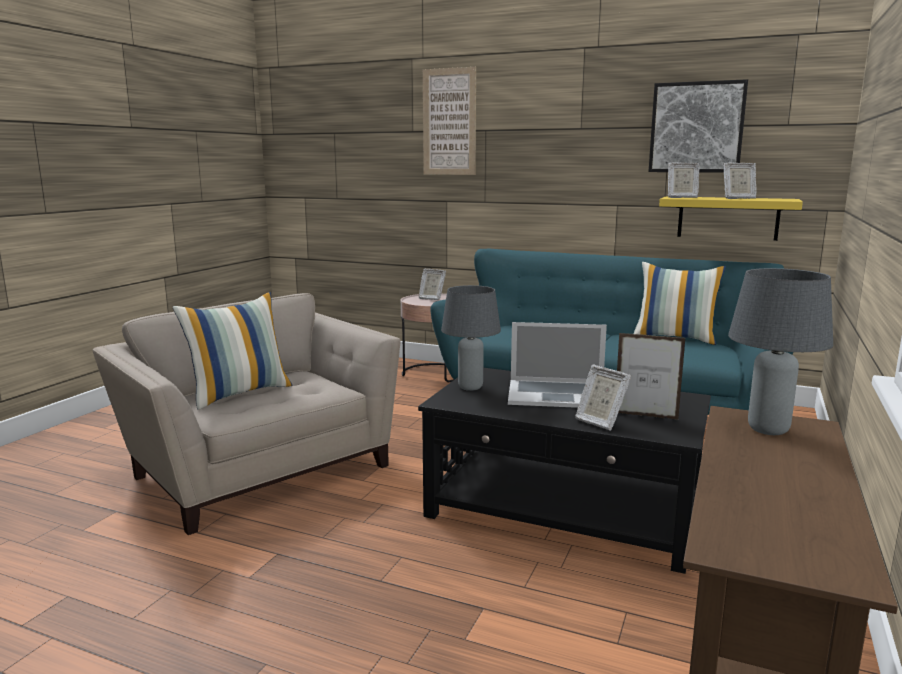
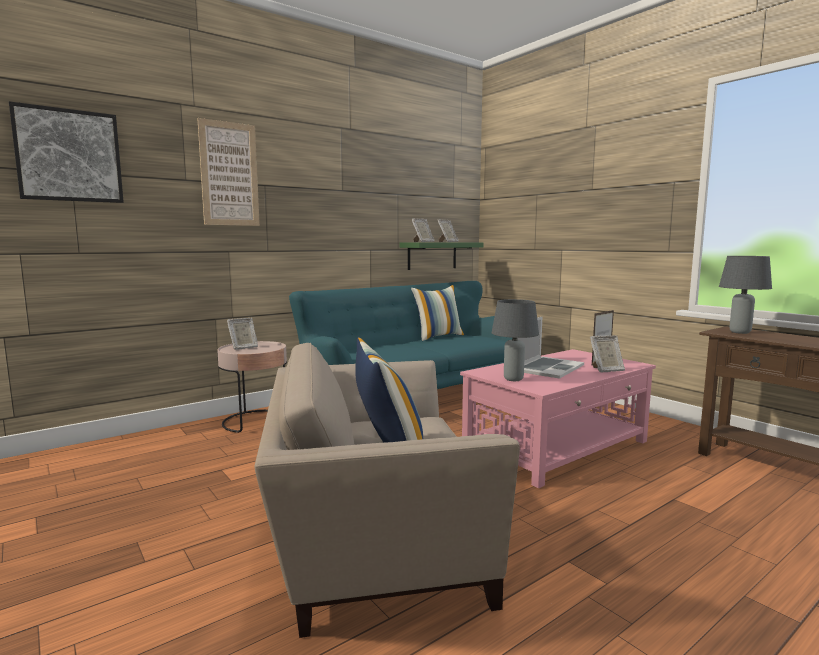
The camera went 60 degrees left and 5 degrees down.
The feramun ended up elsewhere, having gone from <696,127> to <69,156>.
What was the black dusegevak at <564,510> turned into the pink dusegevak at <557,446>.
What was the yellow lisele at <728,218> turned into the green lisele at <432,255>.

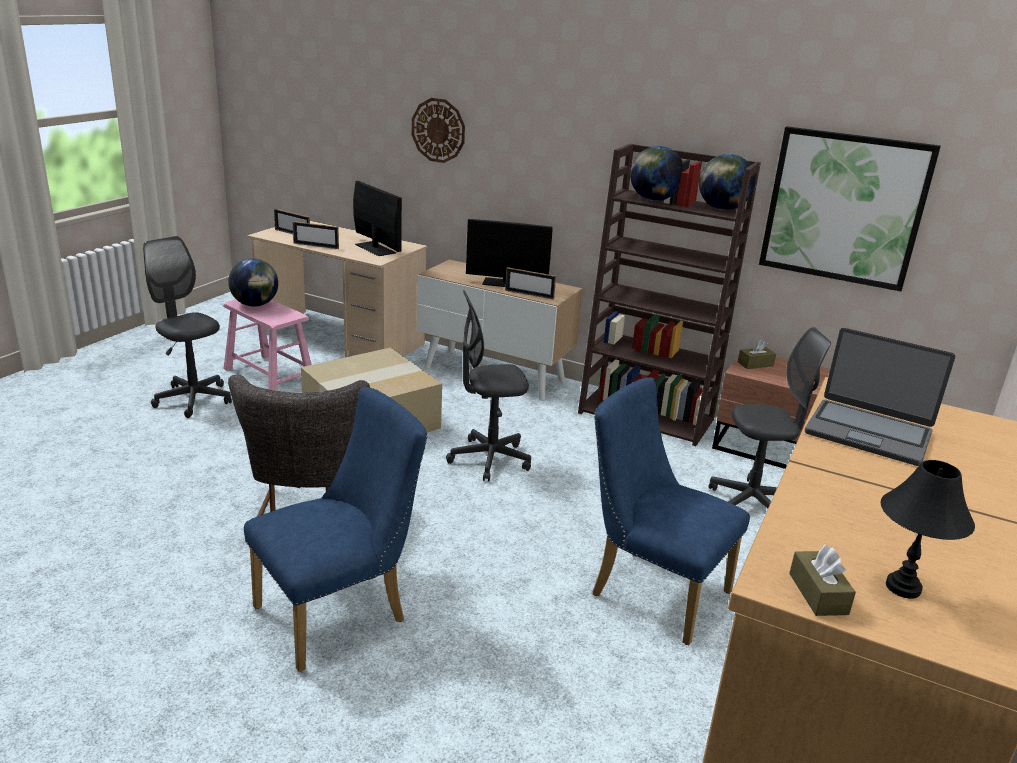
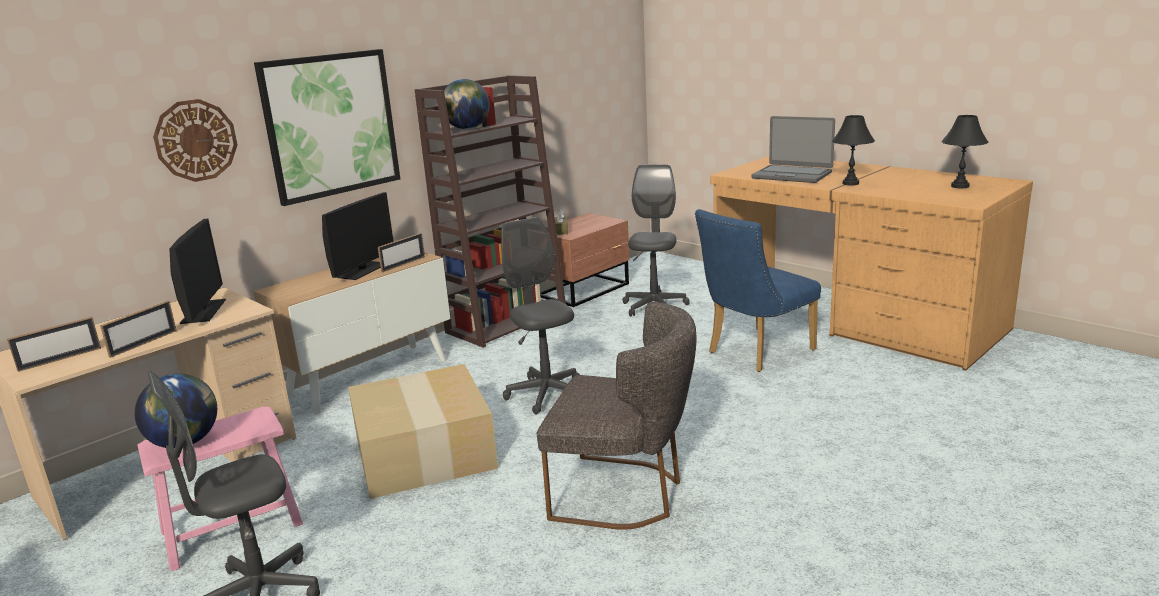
The camera went 70 degrees left and 5 degrees down.
The second view lost the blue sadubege at <341,613>.
The second view lost the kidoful at <722,209>.
The second view lost the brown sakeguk at <818,594>.
The second view gained the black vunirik at <850,183>.
The feramun ended up elsewhere, having gone from <844,208> to <331,125>.
The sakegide at <375,248> ended up facing another way, 105 degrees clockwise from before.
The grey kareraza at <489,459> ended up facing another way, 150 degrees clockwise from before.
The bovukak at <868,433> ended up facing another way, 75 degrees clockwise from before.

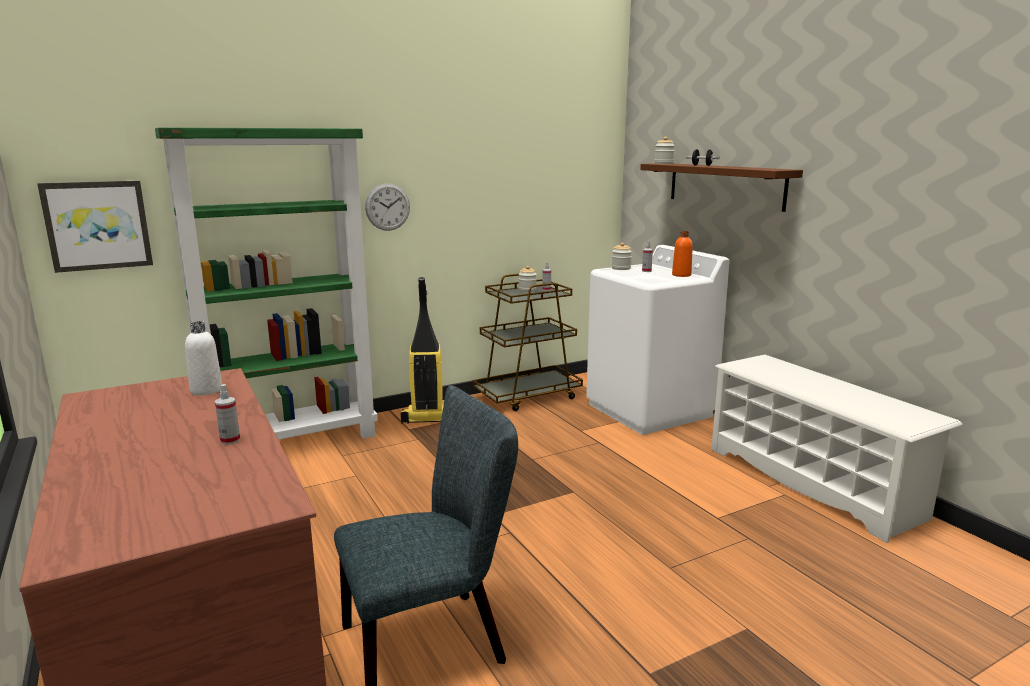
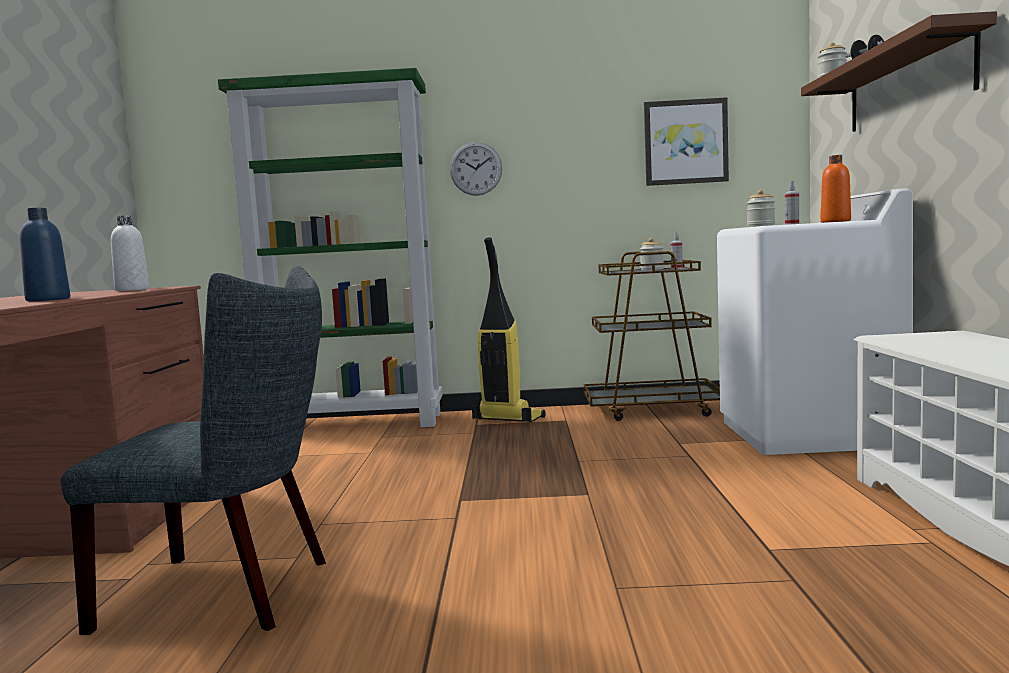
The camera went 30 degrees right and 10 degrees down.
The feramun ended up elsewhere, having gone from <98,225> to <685,142>.
Where the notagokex stood at <230,440>, the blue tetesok came to stand at <48,299>.

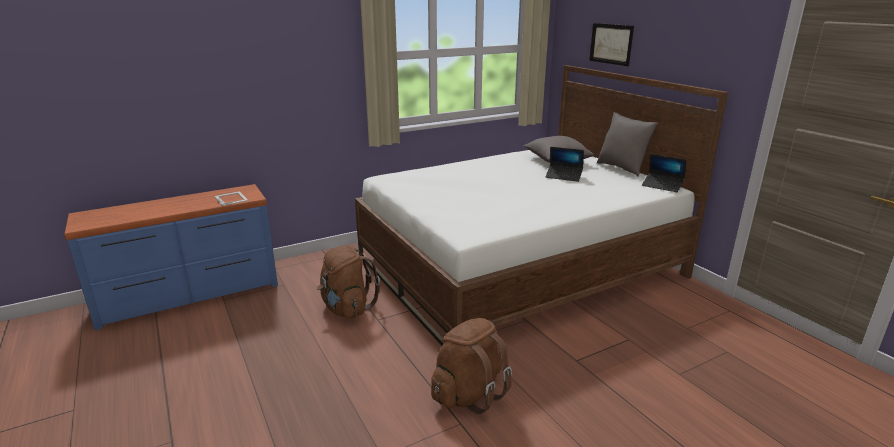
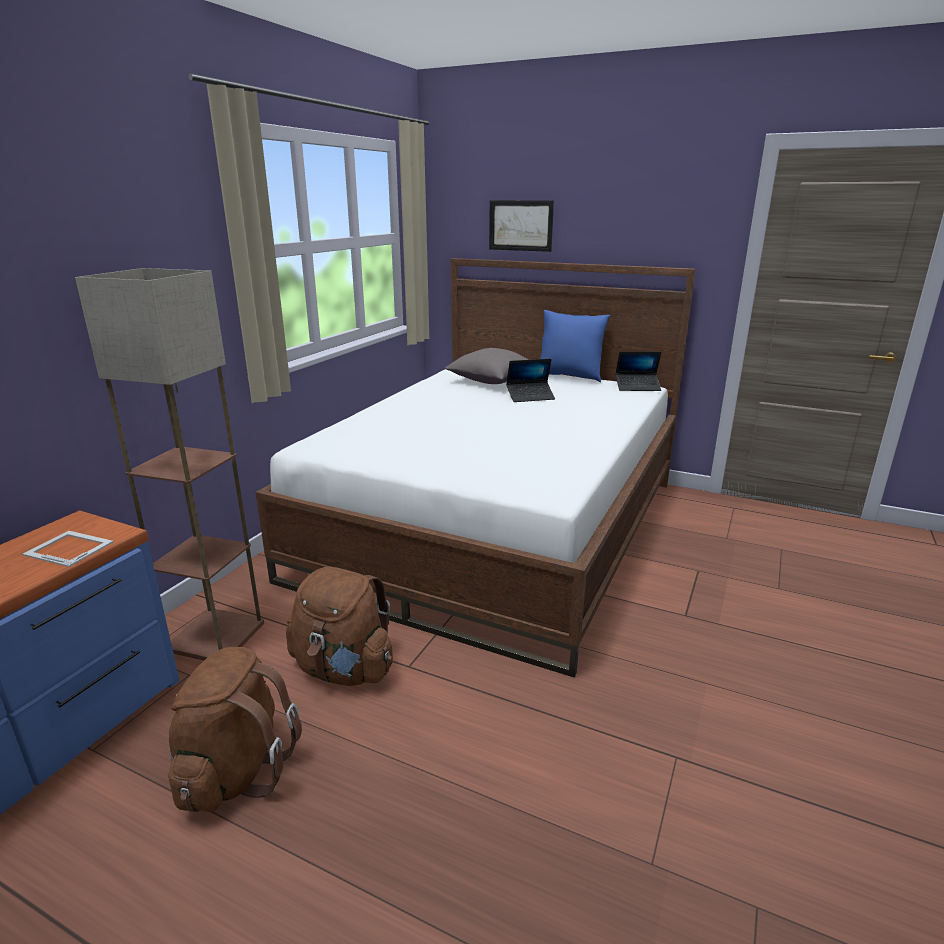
The camera went 35 degrees left and 0 degrees up.
The second view gained the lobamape at <216,635>.
The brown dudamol ended up elsewhere, having gone from <469,394> to <236,771>.
What was the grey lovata at <622,168> turned into the blue lovata at <569,377>.

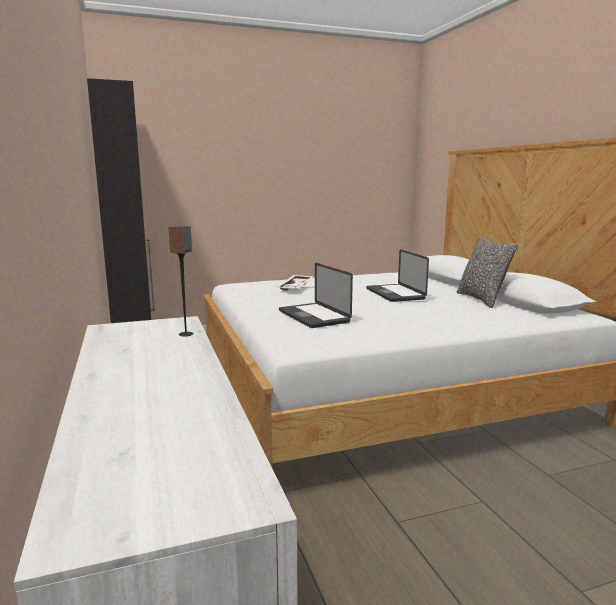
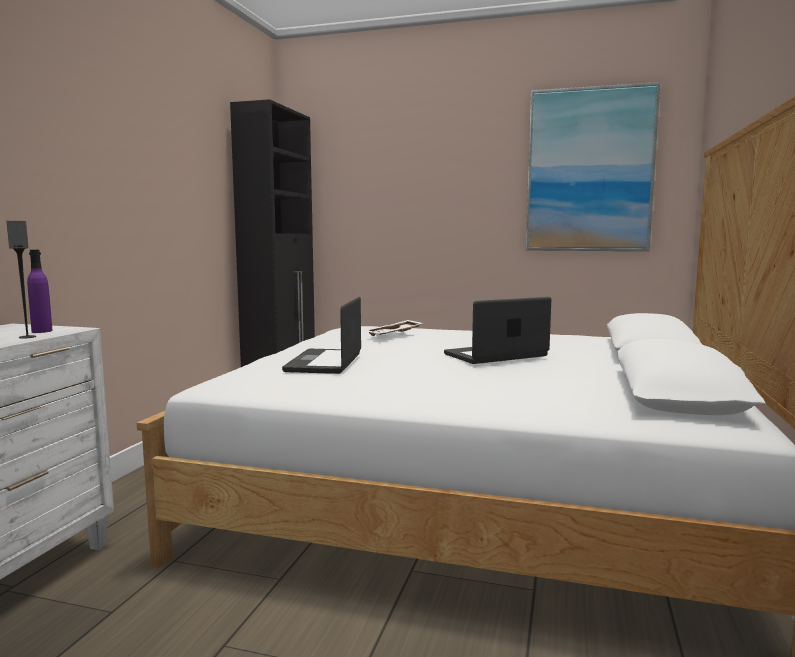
The camera went 35 degrees right and 5 degrees down.
The second view lost the lovata at <482,299>.
The second view gained the purple tetesok at <42,331>.
The second view gained the feramun at <589,170>.
The bovukak at <395,294> ended up facing another way, 45 degrees clockwise from before.

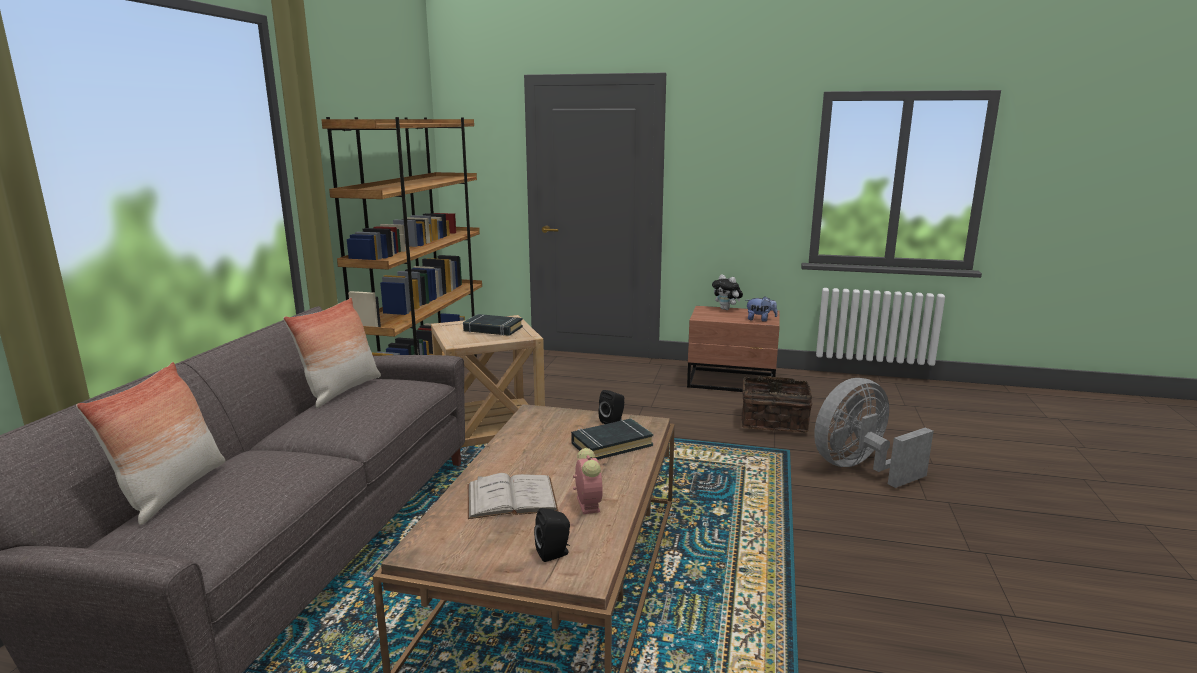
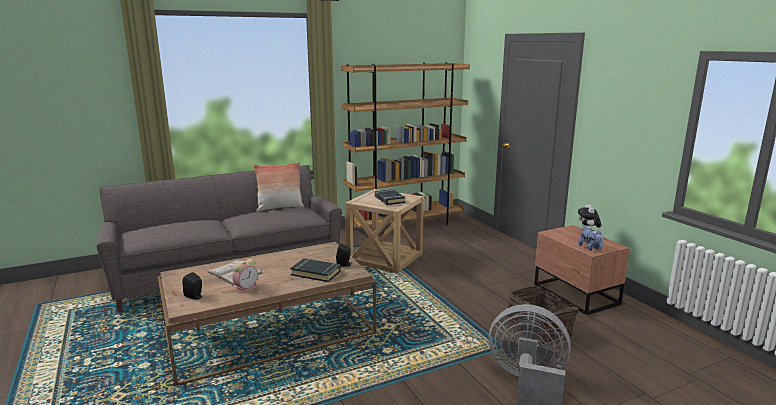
The camera went 50 degrees right and 0 degrees up.
The second view lost the lovata at <172,491>.

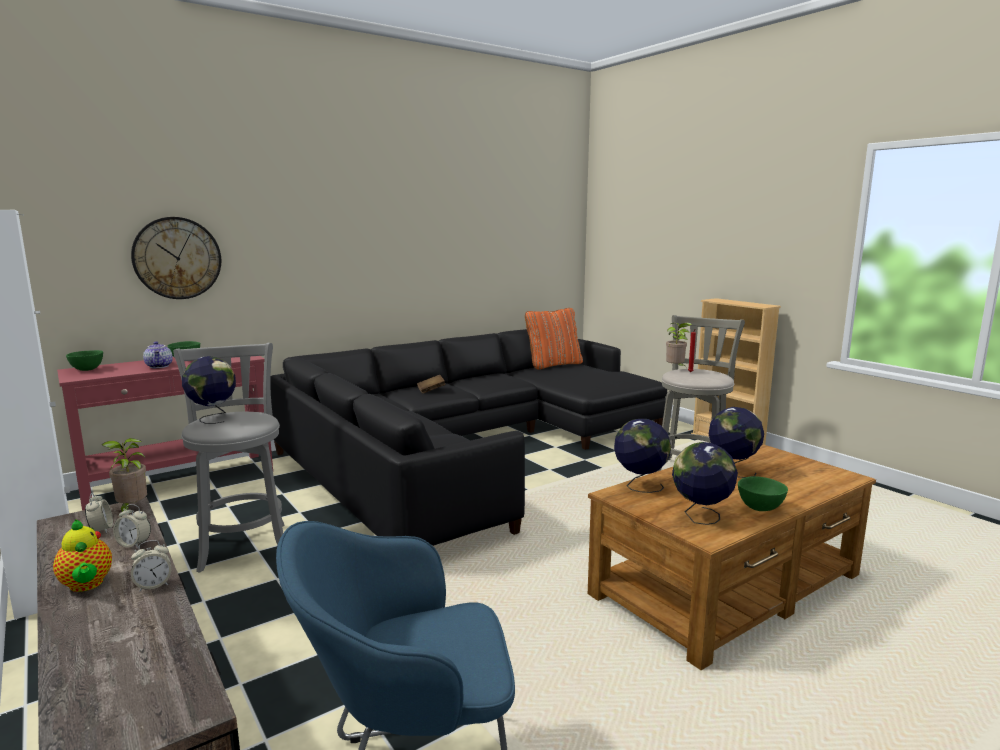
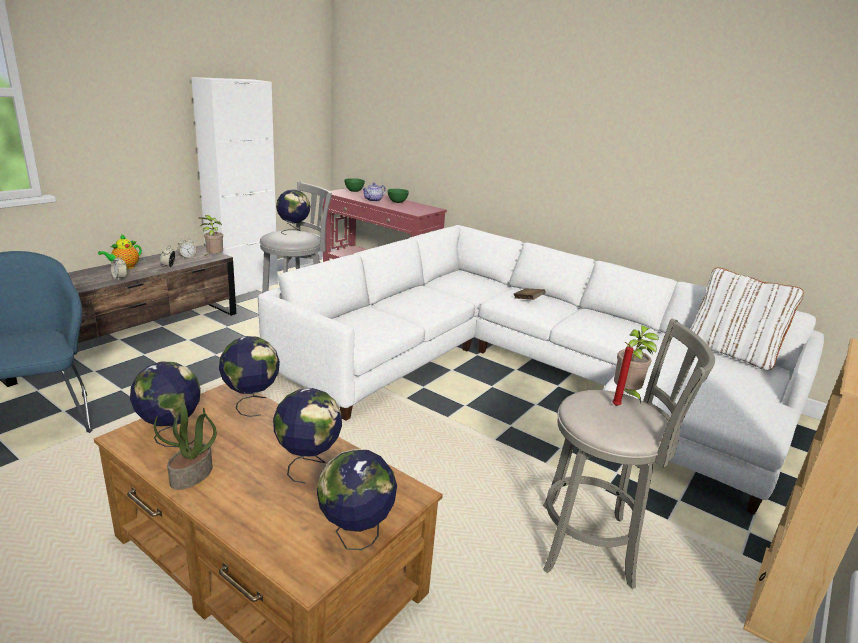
The camera went 70 degrees right and 10 degrees up.
The second view lost the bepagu at <177,258>.
The second view gained the kidoful at <355,536>.
Where the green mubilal stood at <761,508>, the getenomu came to stand at <191,476>.
What was the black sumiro at <470,448> turned into the white sumiro at <529,374>.
What was the orange lovata at <553,365> turned into the white lovata at <730,353>.

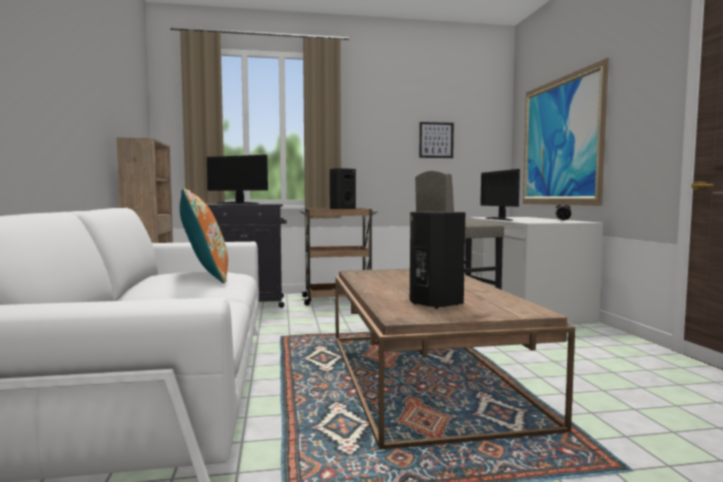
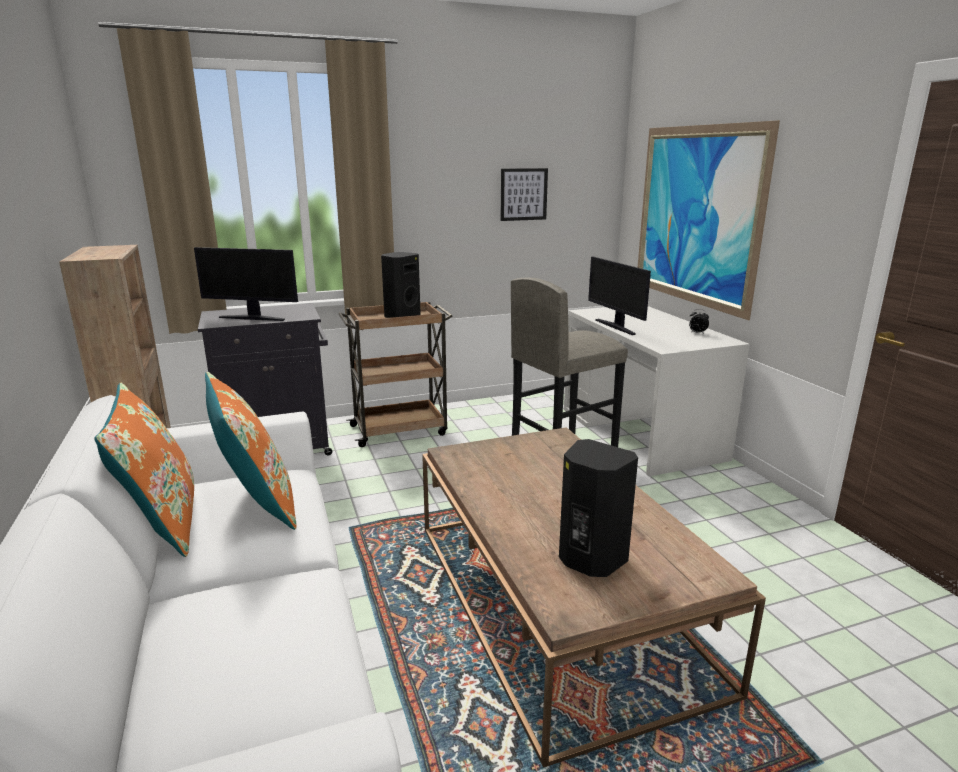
The camera went 10 degrees left and 15 degrees up.
The second view gained the orange lovata at <162,523>.

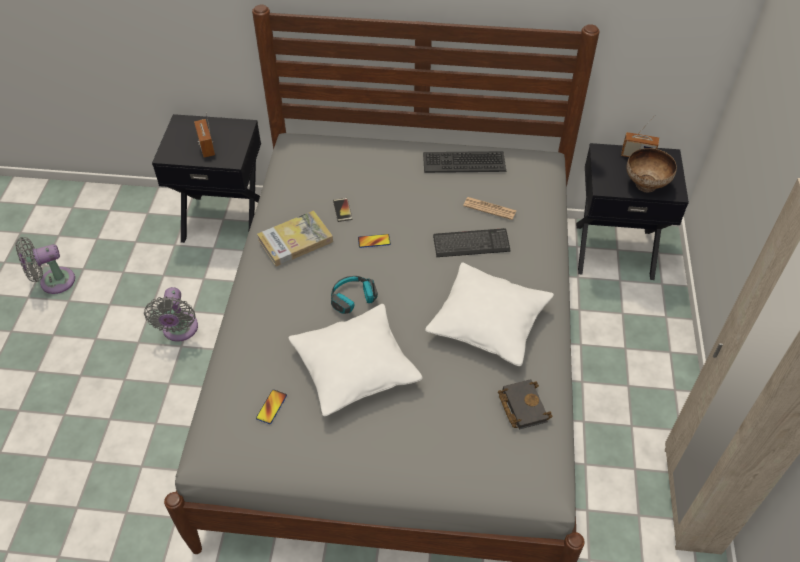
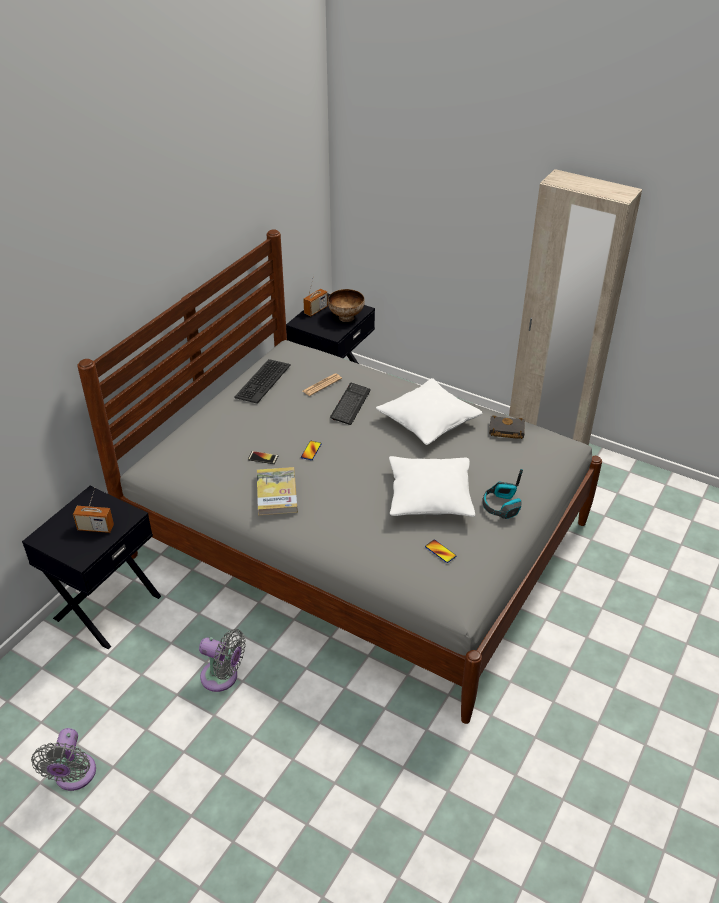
The camera went 65 degrees left and 10 degrees down.
The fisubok ended up elsewhere, having gone from <353,299> to <501,506>.

